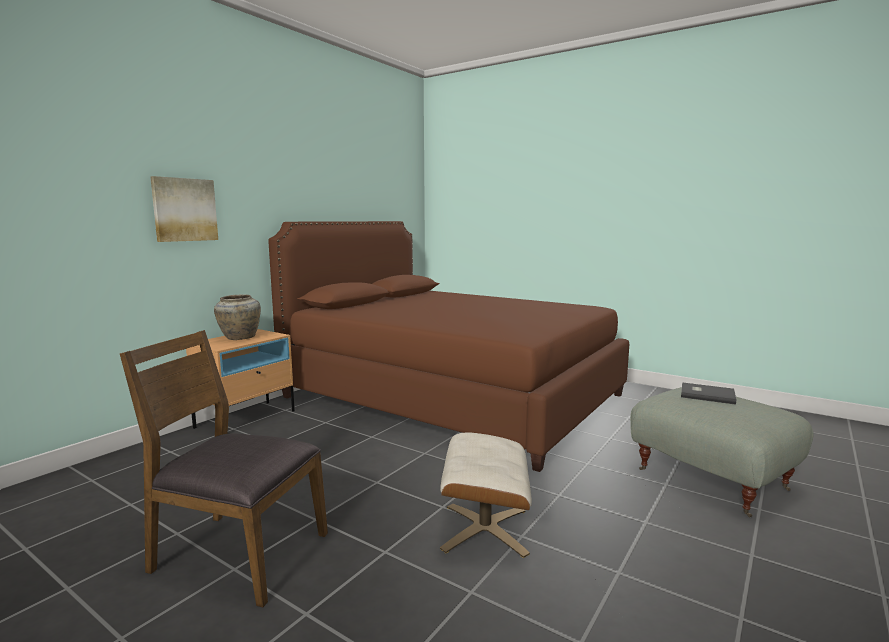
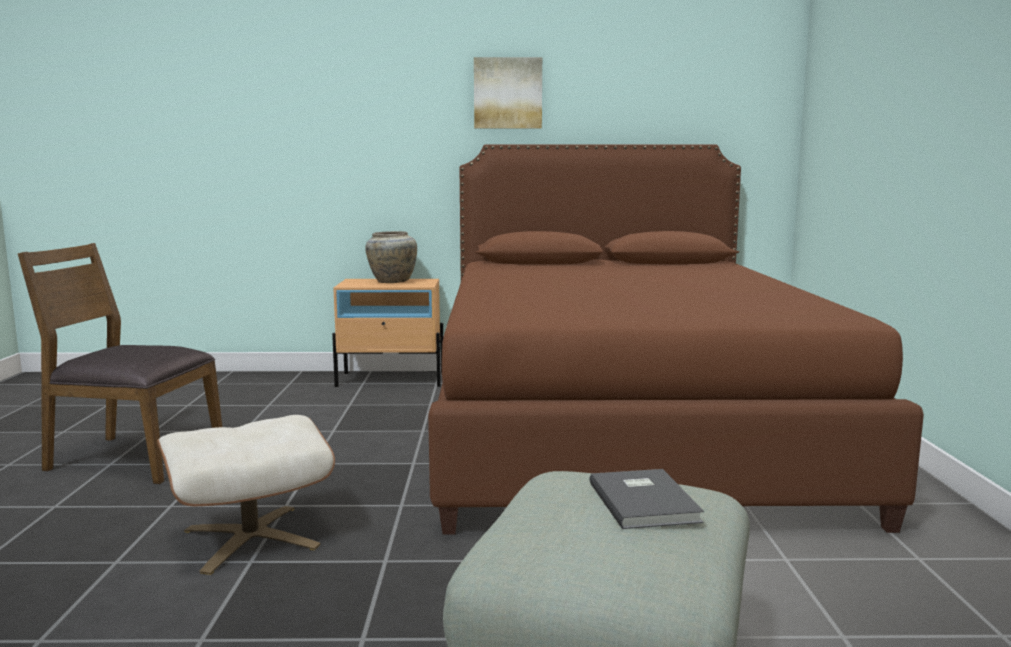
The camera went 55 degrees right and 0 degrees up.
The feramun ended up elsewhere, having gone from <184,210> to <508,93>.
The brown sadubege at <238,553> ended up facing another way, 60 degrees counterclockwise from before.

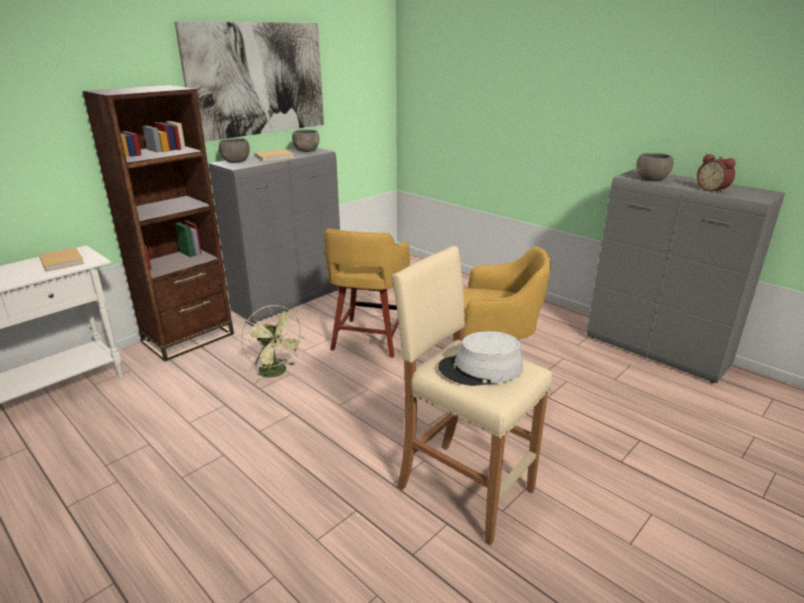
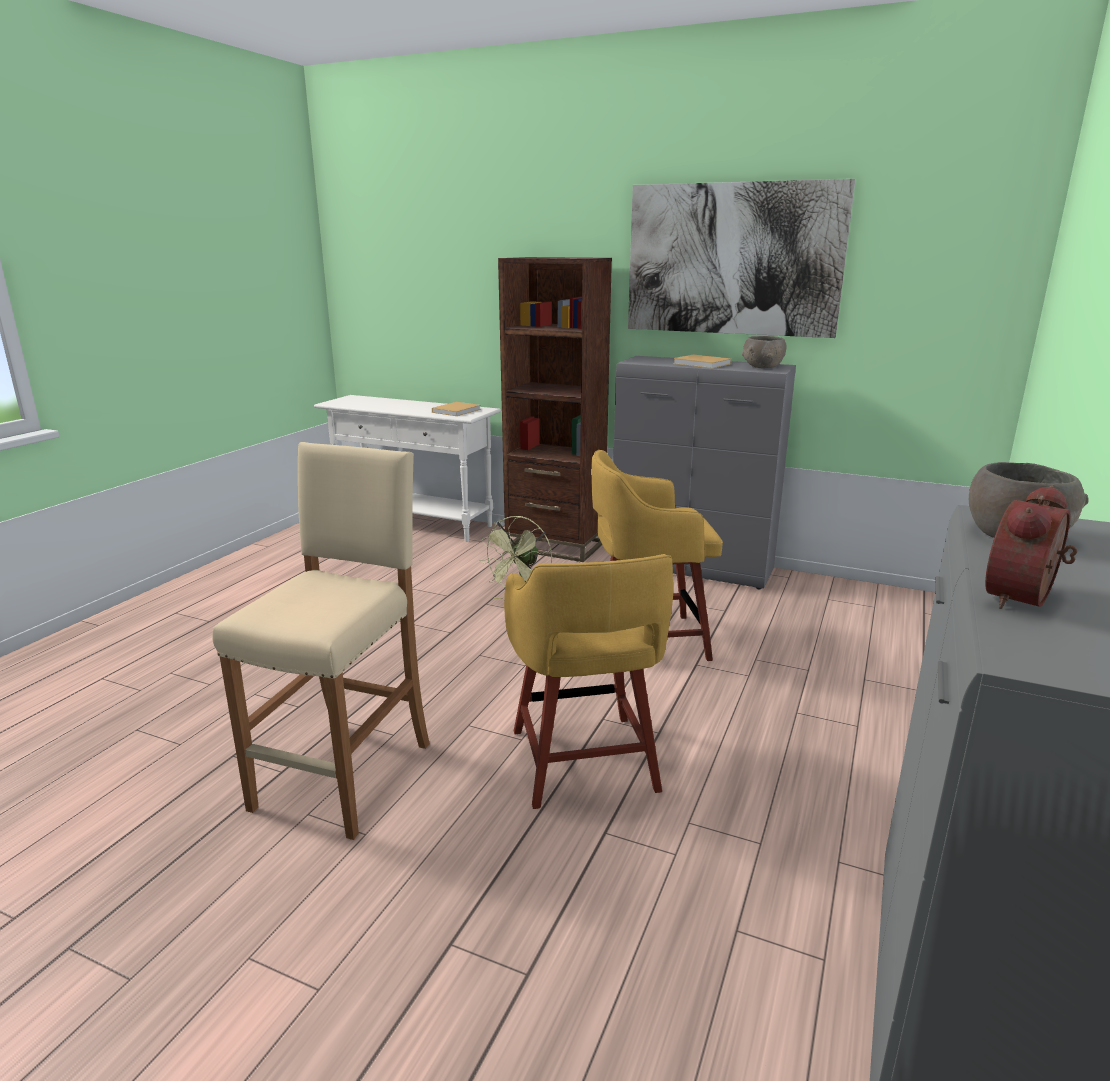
The camera went 70 degrees right and 5 degrees down.
The second view lost the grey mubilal at <235,161>.
The second view lost the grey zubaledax at <481,369>.

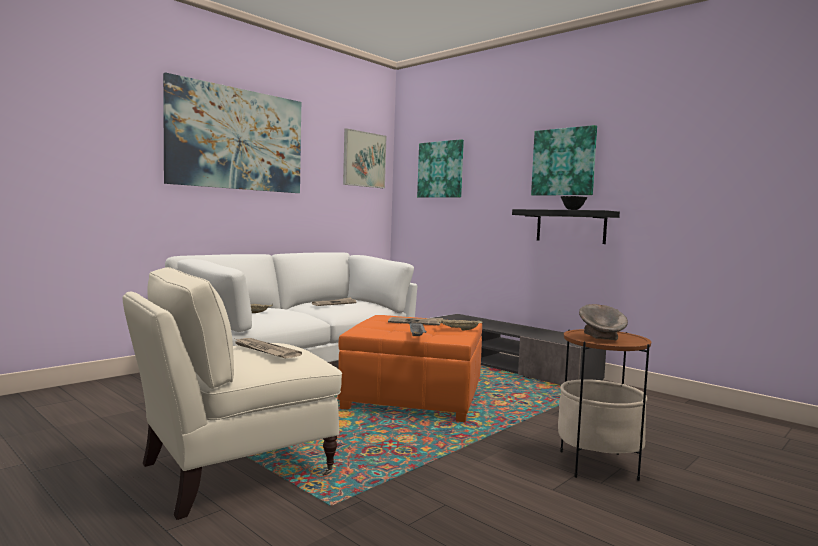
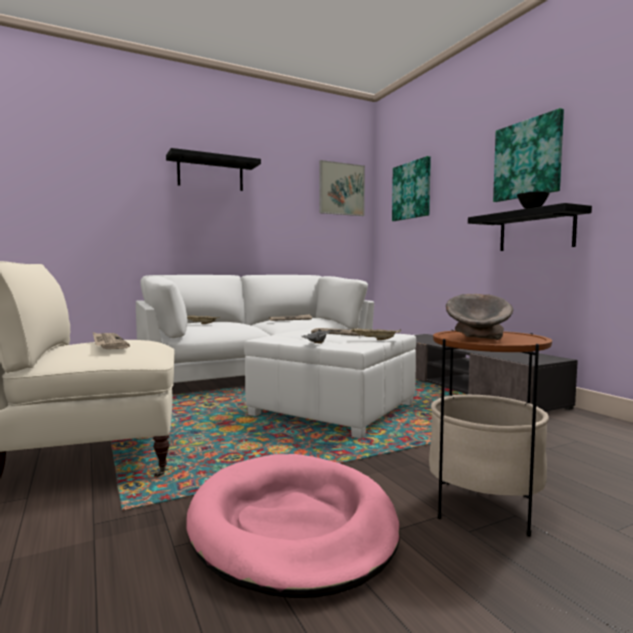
The camera went 20 degrees right and 0 degrees up.
The second view gained the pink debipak at <292,526>.
Where the feramun hung at <237,139>, the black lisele came to hang at <210,174>.
What was the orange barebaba at <415,397> turned into the white barebaba at <334,410>.

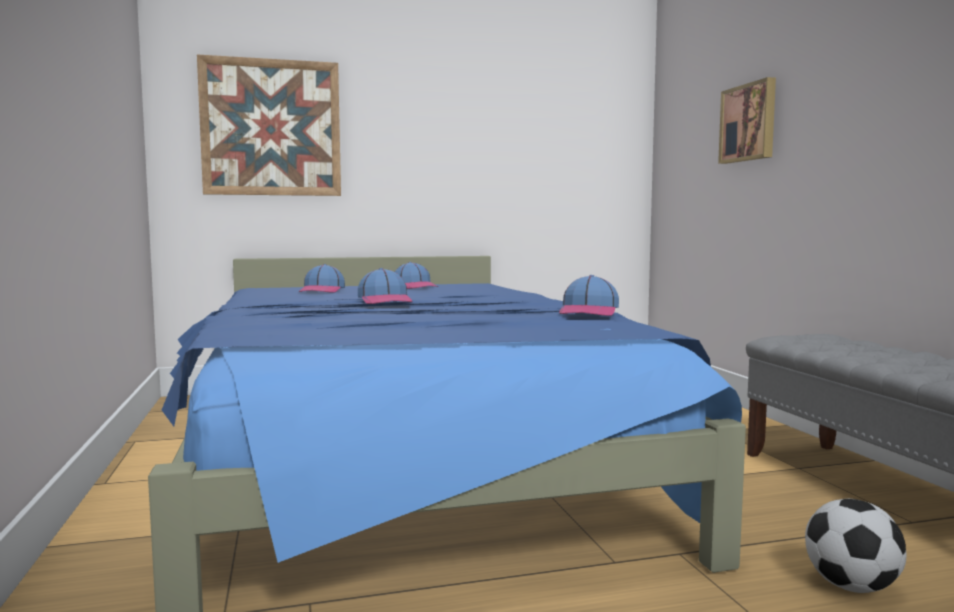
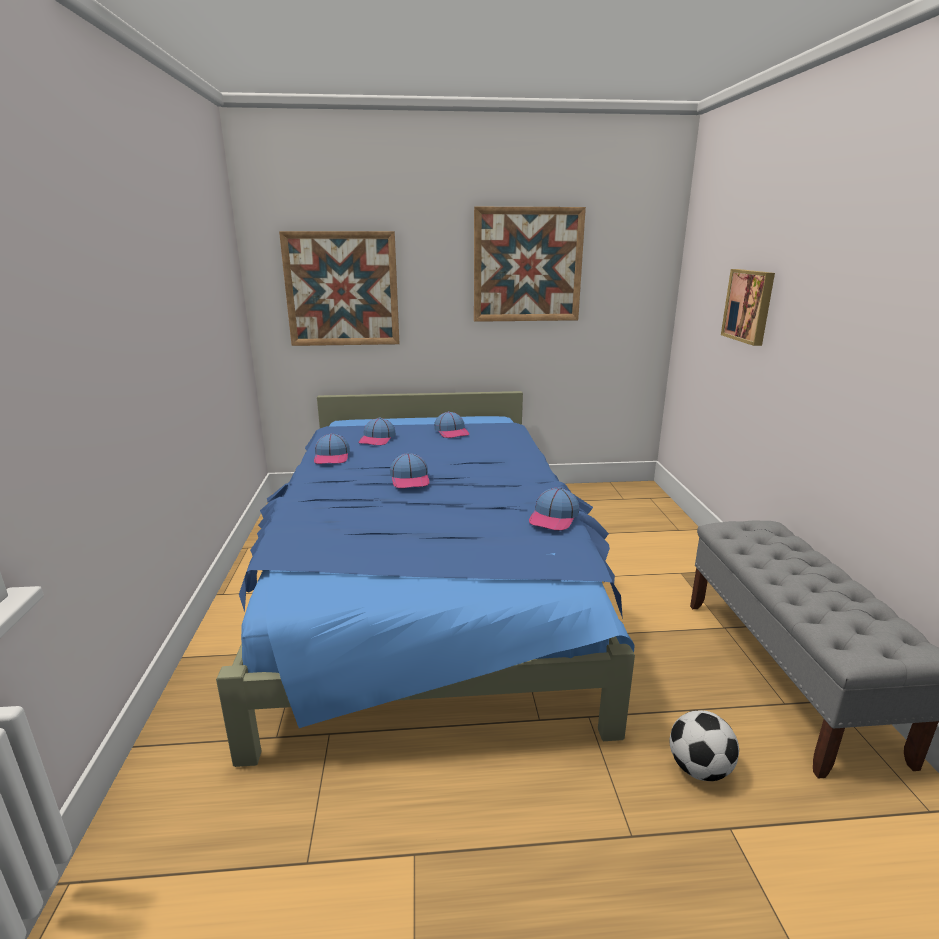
The camera went 10 degrees right and 15 degrees up.
The second view gained the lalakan at <332,457>.
The second view gained the feramun at <527,265>.

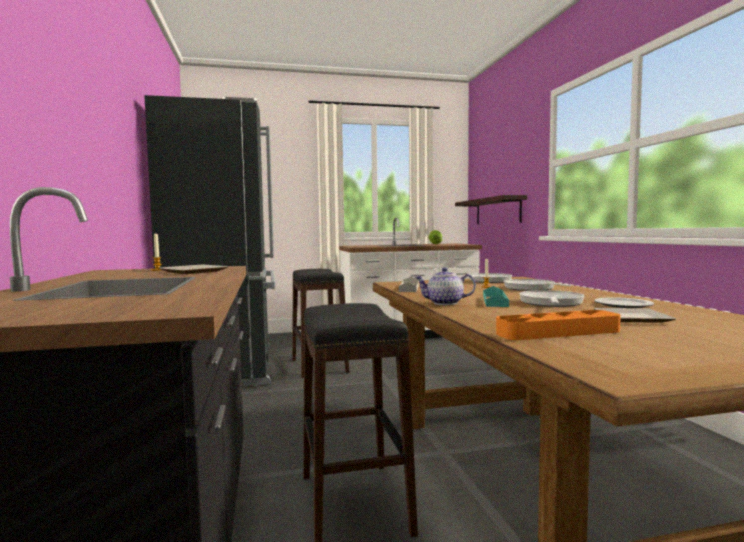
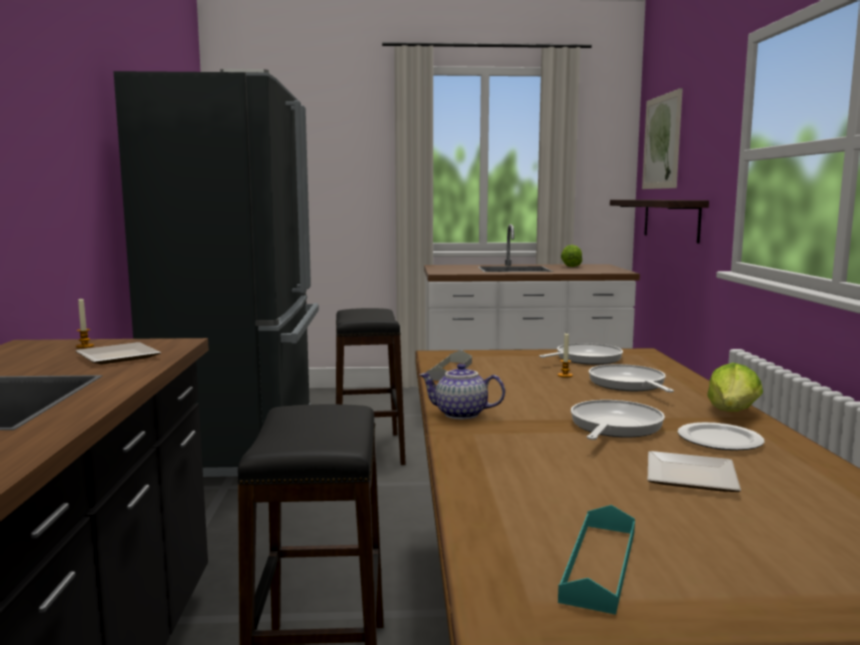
The camera went 10 degrees right and 5 degrees up.
The second view lost the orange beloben at <558,332>.
The second view gained the feramun at <661,142>.
The second view gained the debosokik at <733,413>.
The turquoise beloben ended up elsewhere, having gone from <495,301> to <599,564>.

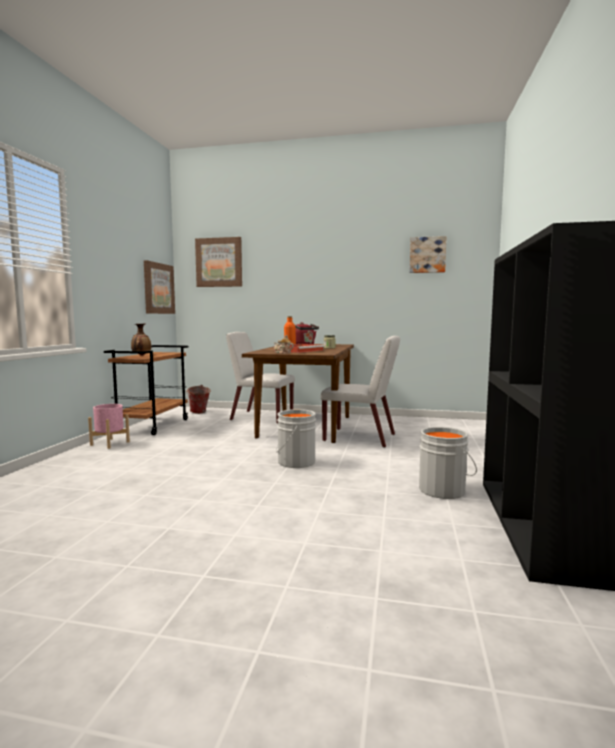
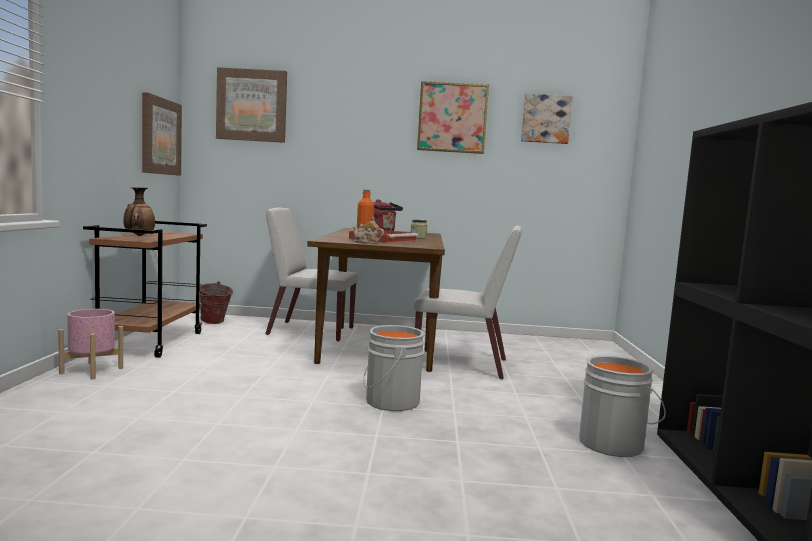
The camera went 10 degrees left and 0 degrees up.
The second view gained the feramun at <452,118>.

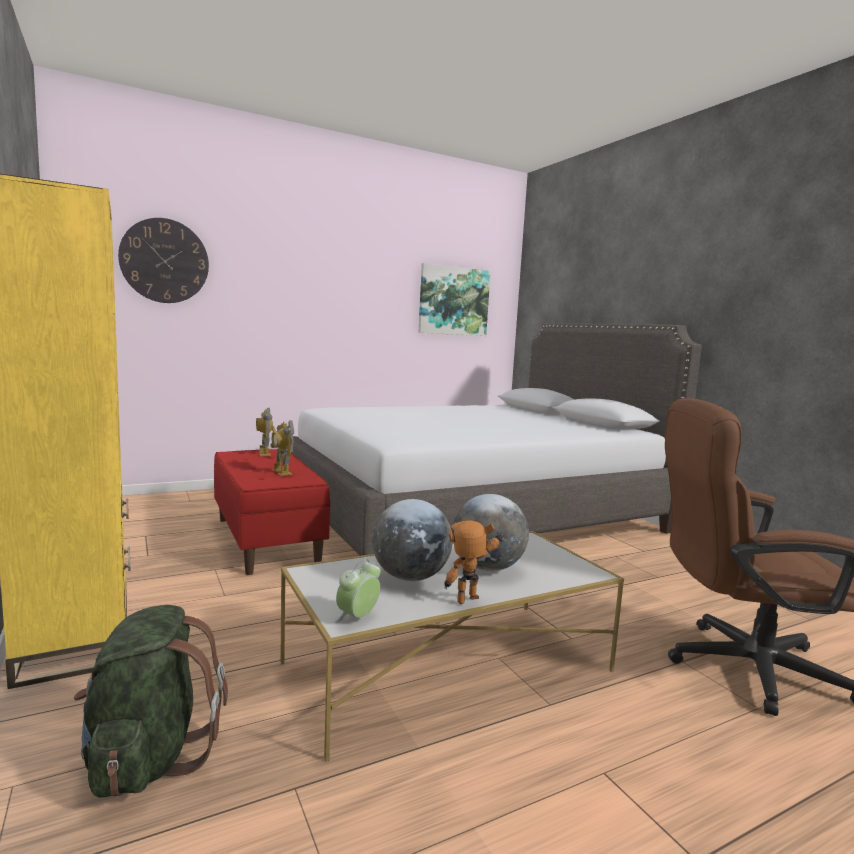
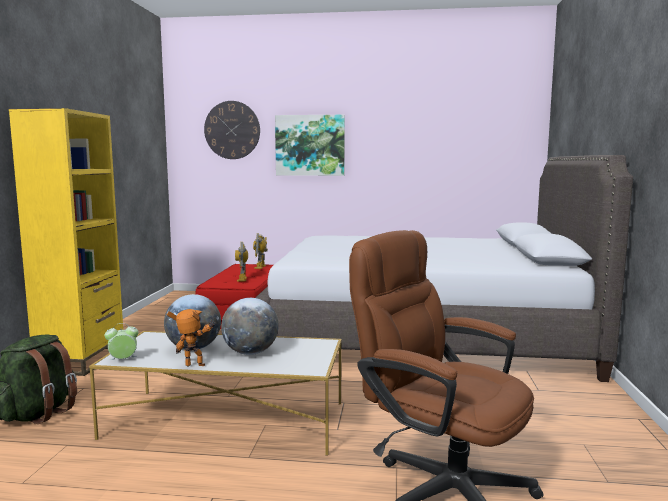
The camera went 35 degrees right and 0 degrees up.
The feramun ended up elsewhere, having gone from <453,301> to <310,145>.

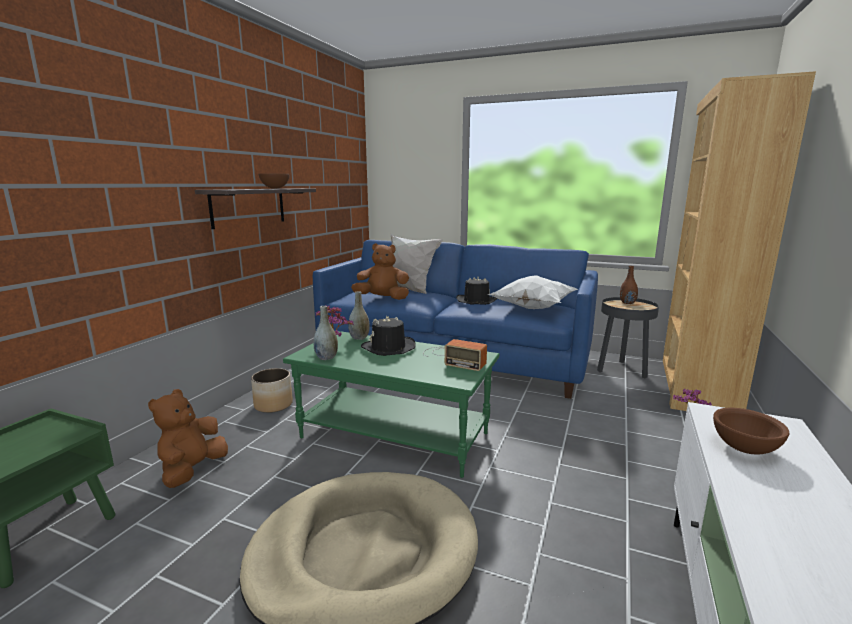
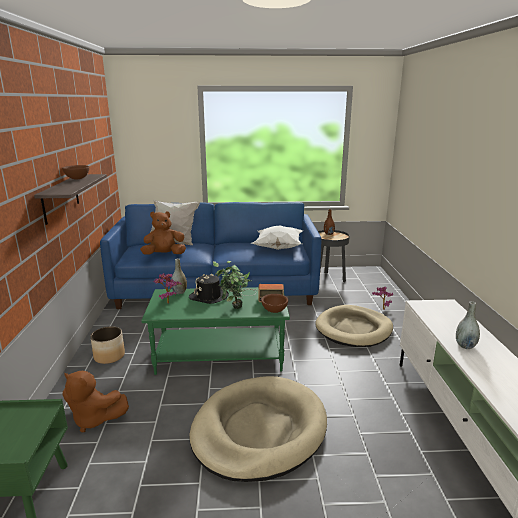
The camera went 25 degrees left and 5 degrees up.
The second view lost the black zubaledax at <476,301>.
The second view lost the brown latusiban at <696,386>.
The second view gained the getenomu at <233,309>.
The second view gained the beige debipak at <354,329>.
The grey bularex ended up elsewhere, having gone from <326,358> to <465,346>.
The brown mubilal ended up elsewhere, having gone from <745,449> to <274,311>.
The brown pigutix at <192,471> ended up facing another way, 60 degrees counterclockwise from before.

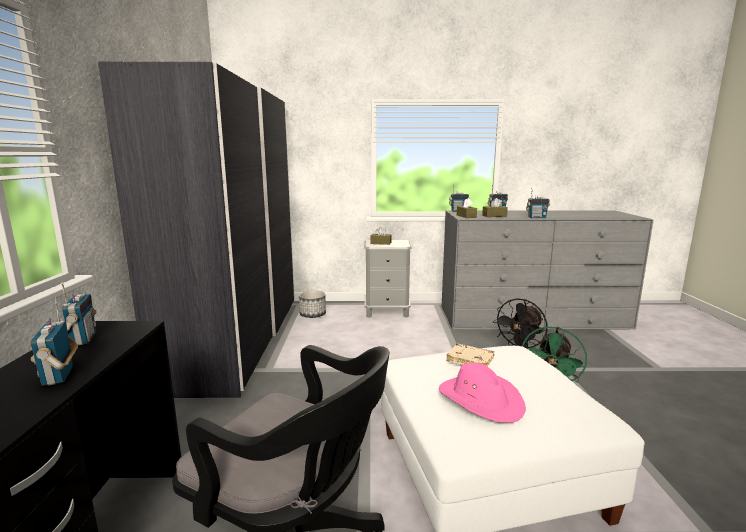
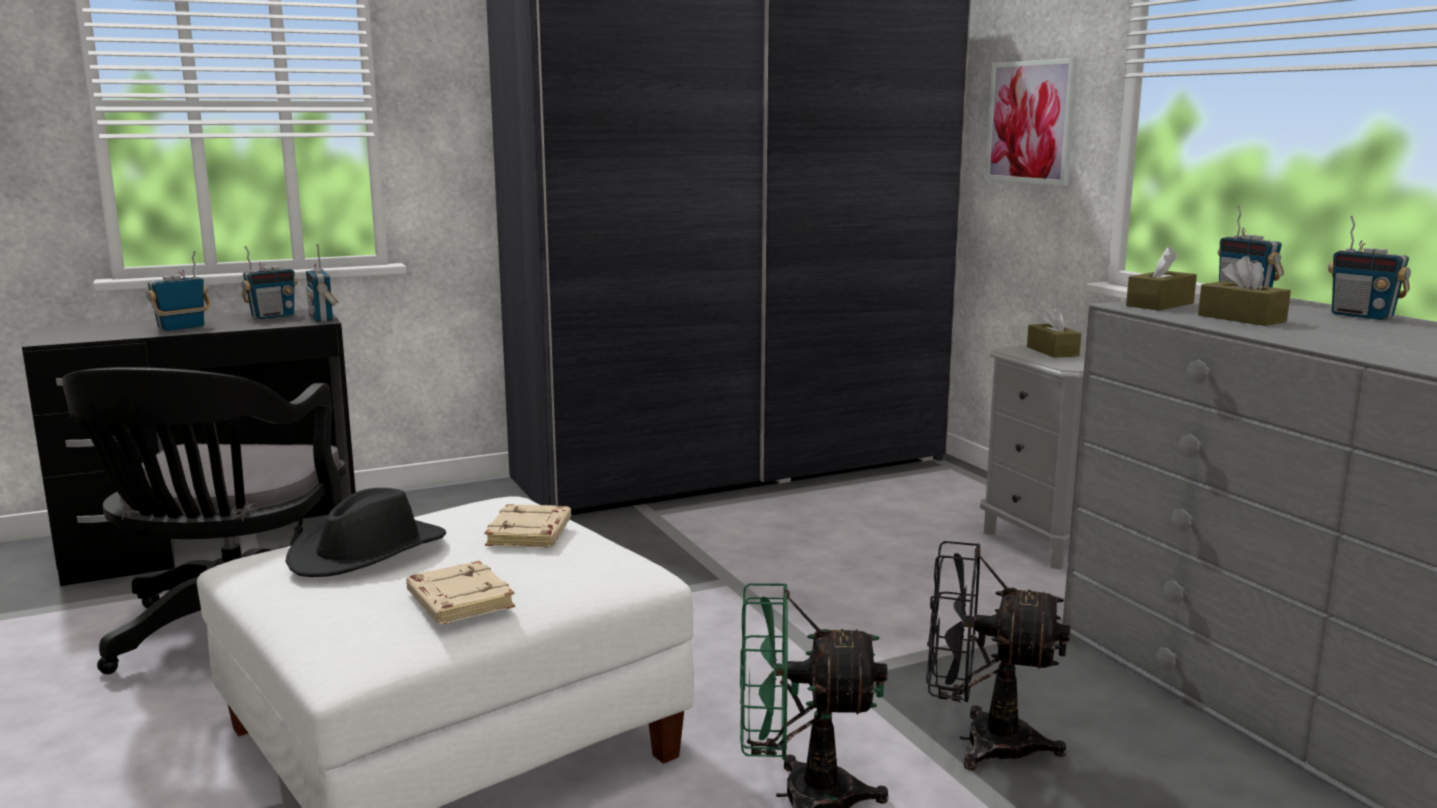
The camera went 65 degrees right and 0 degrees up.
The second view lost the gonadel at <312,314>.
The second view gained the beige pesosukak at <458,601>.
The second view gained the feramun at <1031,122>.
The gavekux ended up elsewhere, having gone from <536,218> to <322,319>.
What was the pink zubaledax at <481,400> turned into the black zubaledax at <368,552>.

